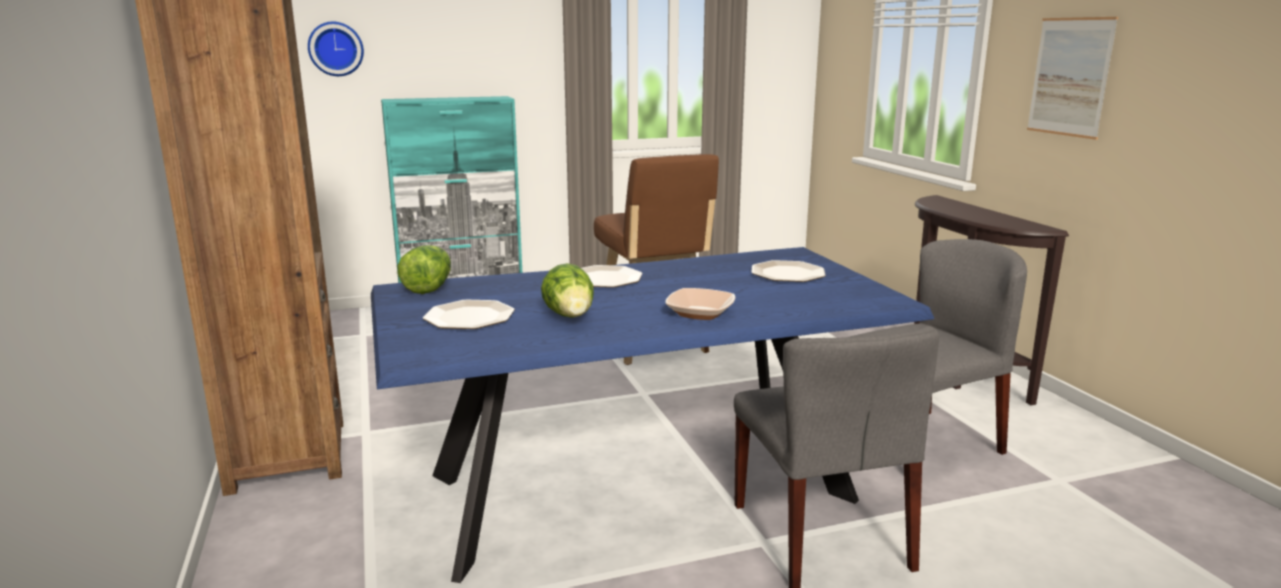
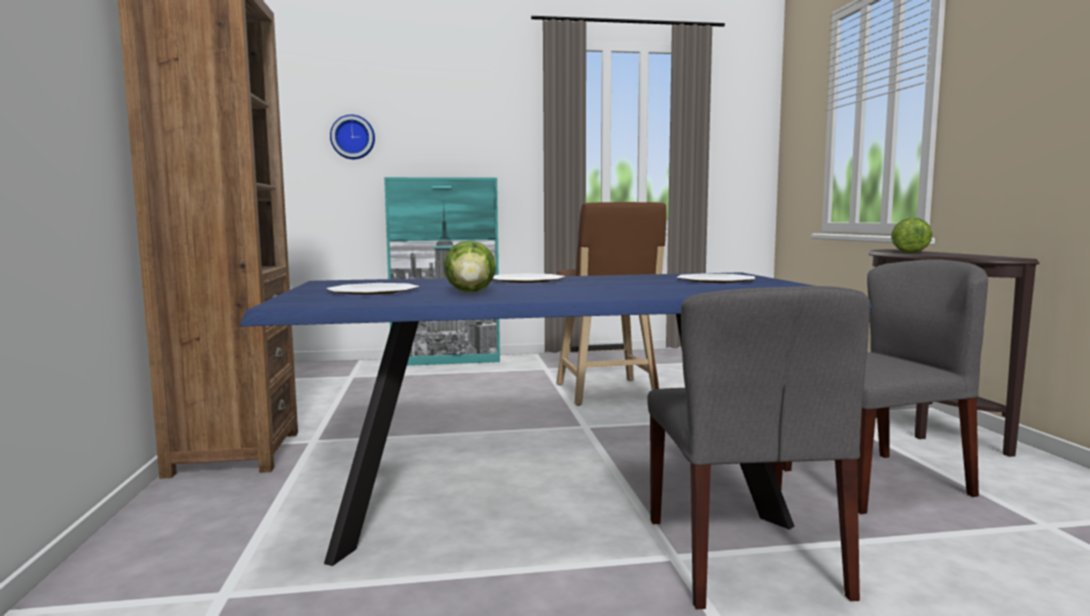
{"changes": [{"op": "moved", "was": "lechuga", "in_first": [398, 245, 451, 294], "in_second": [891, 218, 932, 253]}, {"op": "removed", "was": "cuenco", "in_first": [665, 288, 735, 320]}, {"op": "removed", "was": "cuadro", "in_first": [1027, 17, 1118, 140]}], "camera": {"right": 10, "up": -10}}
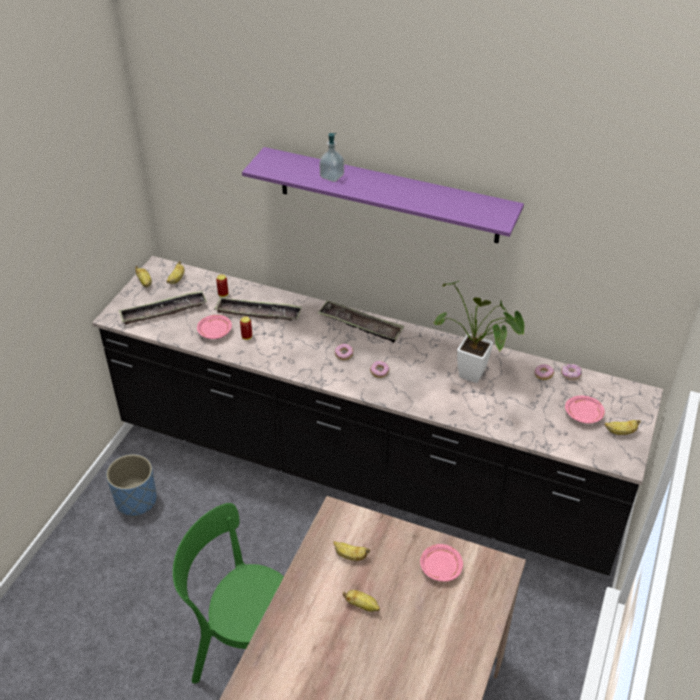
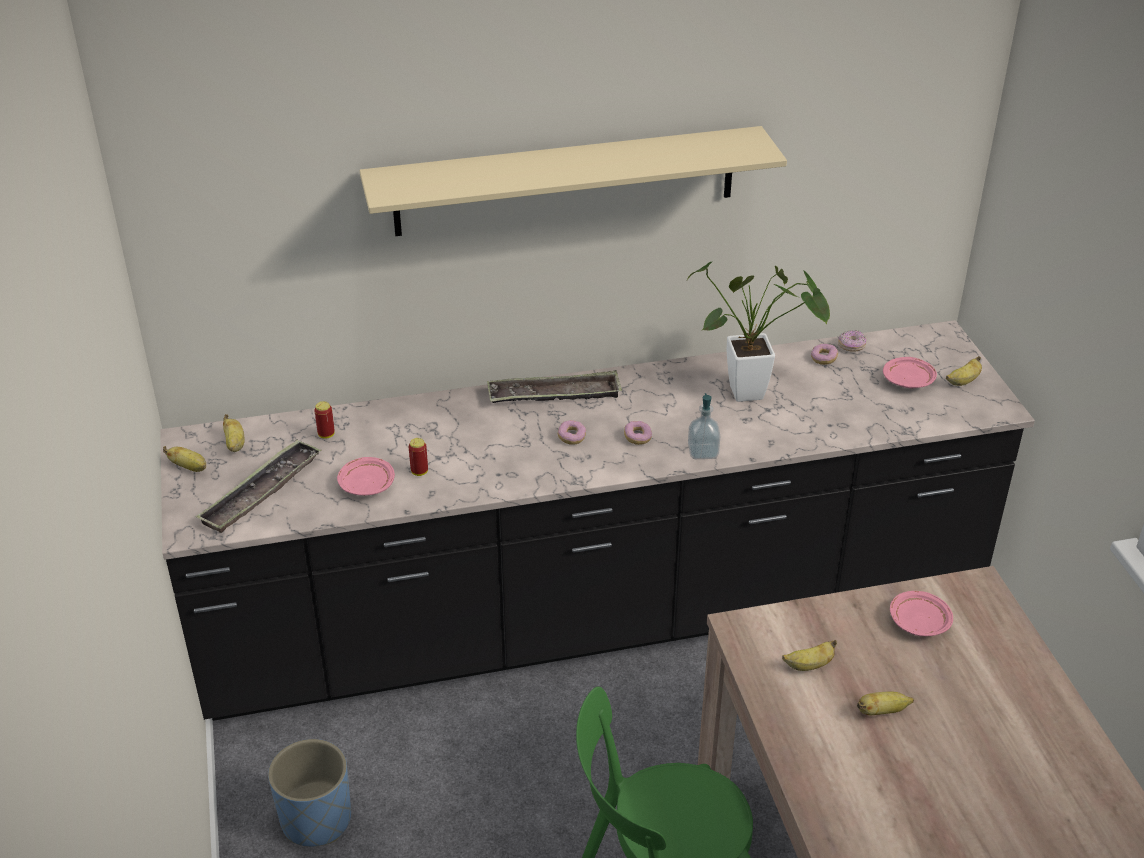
{"changes": [{"op": "recoloured", "was": "estante [morado]", "now": "estante [beis]", "in_first": [242, 147, 524, 243], "in_second": [360, 126, 787, 236]}, {"op": "moved", "was": "dispensador de jabón", "in_first": [319, 133, 344, 182], "in_second": [688, 393, 720, 459]}, {"op": "removed", "was": "bandeja", "in_first": [214, 297, 302, 320]}], "camera": {"right": -35, "up": -5}}
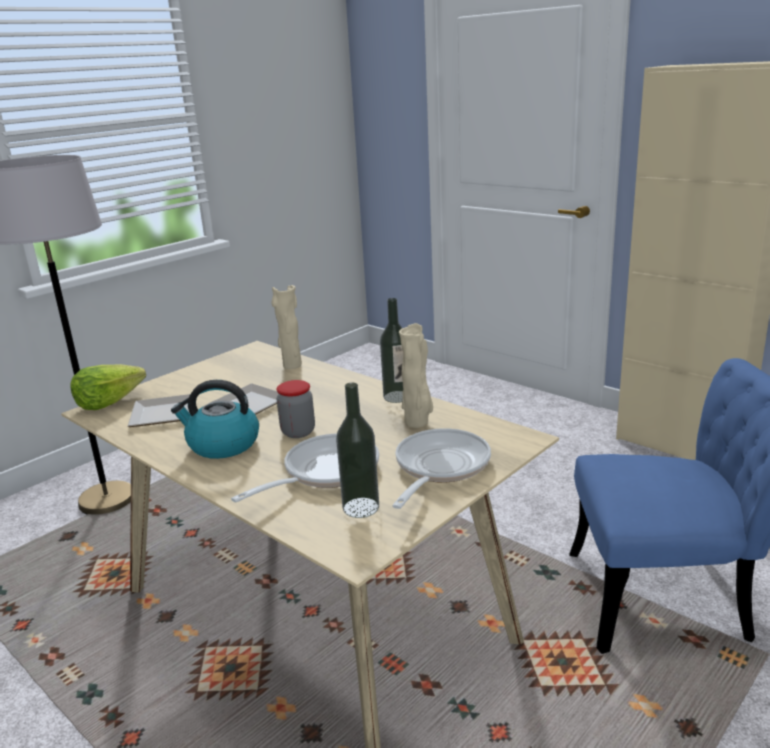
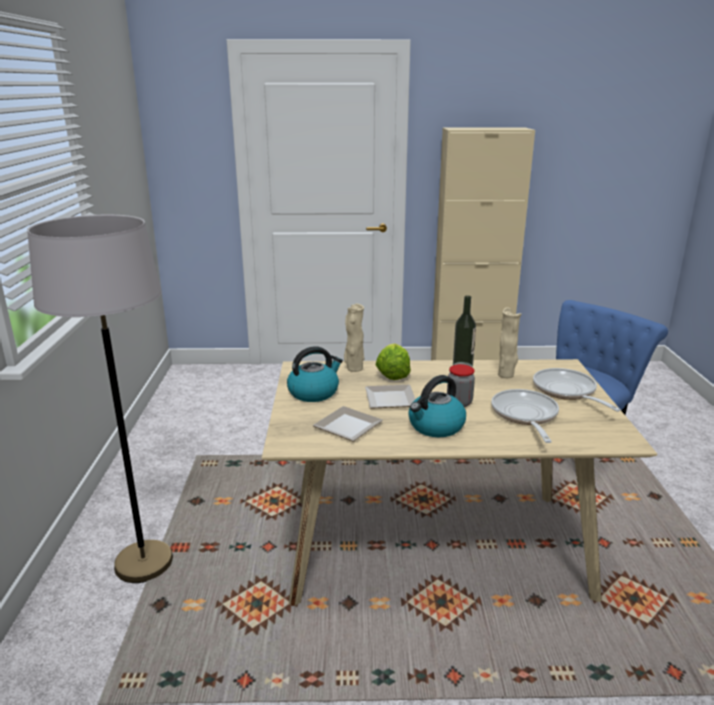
{"changes": [{"op": "added", "now": "hervidor", "in_second": [287, 346, 343, 402]}, {"op": "moved", "was": "lechuga", "in_first": [70, 364, 146, 410], "in_second": [376, 344, 411, 380]}, {"op": "removed", "was": "botella", "in_first": [336, 382, 379, 518]}], "camera": {"right": -45, "up": 0}}
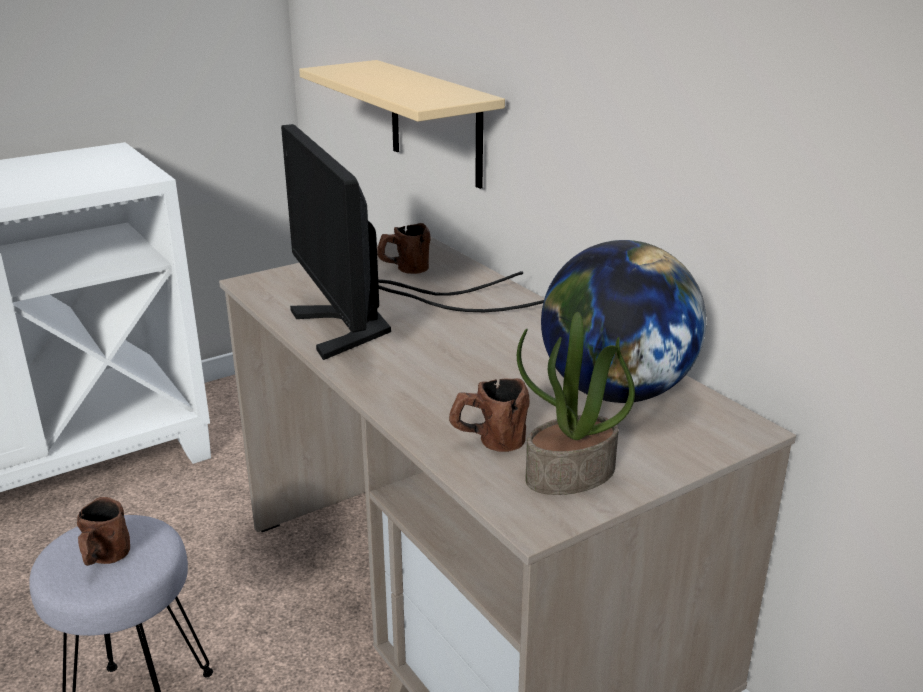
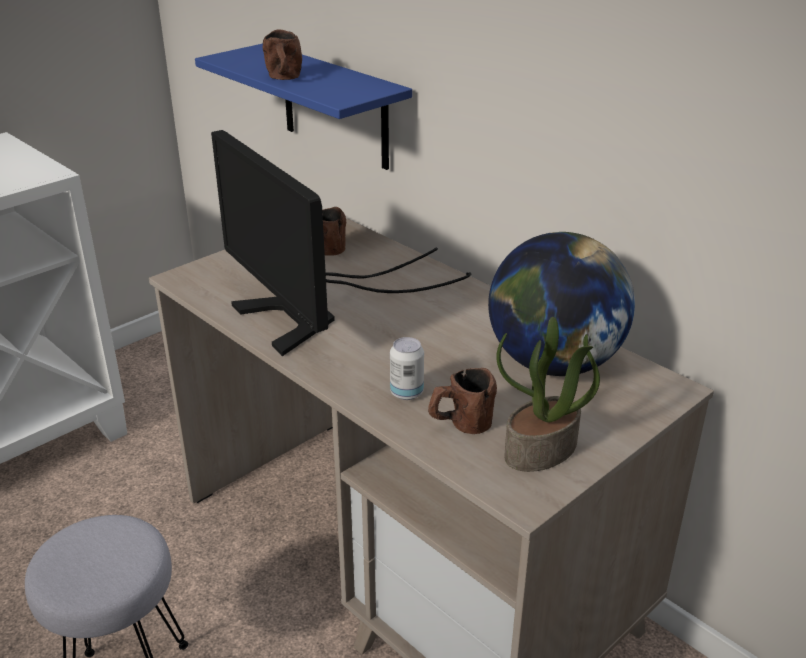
{"changes": [{"op": "recoloured", "was": "estante [beis]", "now": "estante [azul]", "in_first": [299, 60, 505, 189], "in_second": [195, 44, 412, 170]}, {"op": "moved", "was": "taza grande [marrón]", "in_first": [77, 497, 130, 566], "in_second": [263, 30, 302, 80]}, {"op": "added", "now": "lata", "in_second": [390, 337, 424, 400]}], "camera": {"right": -10, "up": 5}}
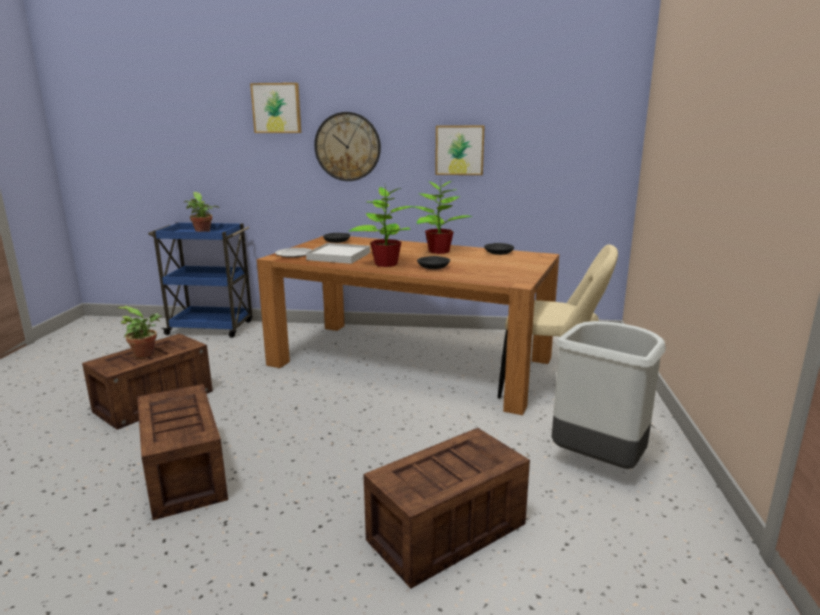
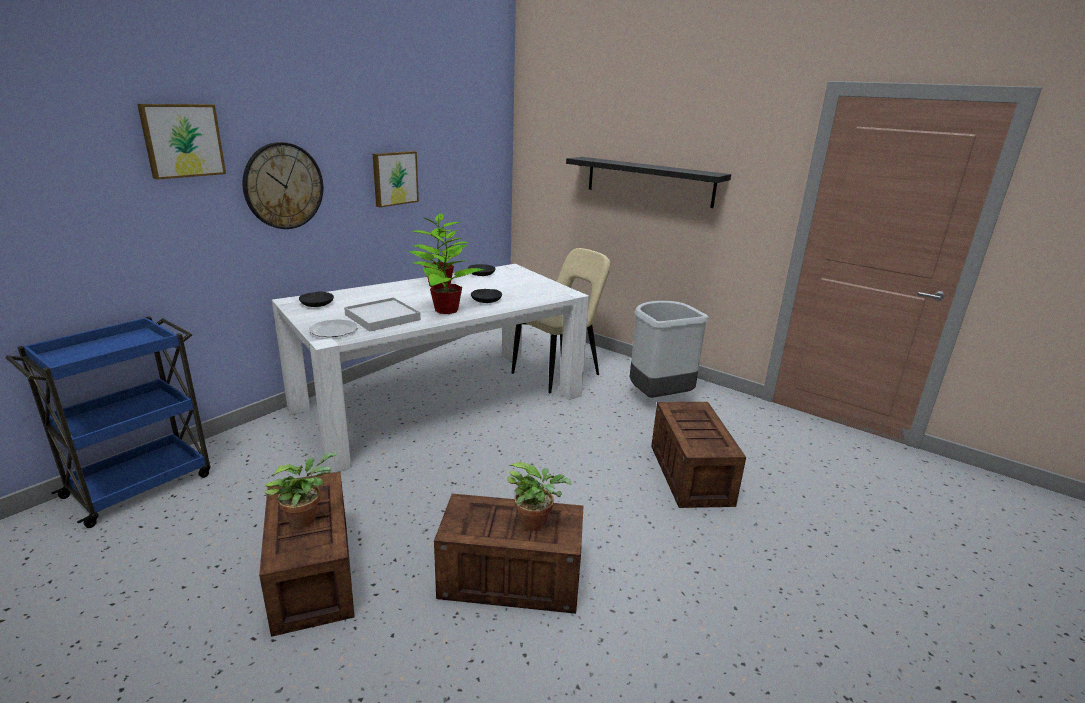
{"changes": [{"op": "recoloured", "was": "mesa de comedor [marrón]", "now": "mesa de comedor [blanco]", "in_first": [257, 236, 559, 415], "in_second": [272, 264, 589, 473]}, {"op": "moved", "was": "planta en maceta", "in_first": [184, 192, 219, 232], "in_second": [507, 462, 572, 531]}, {"op": "added", "now": "estante [negro]", "in_second": [566, 157, 731, 208]}], "camera": {"right": -60, "up": 5}}
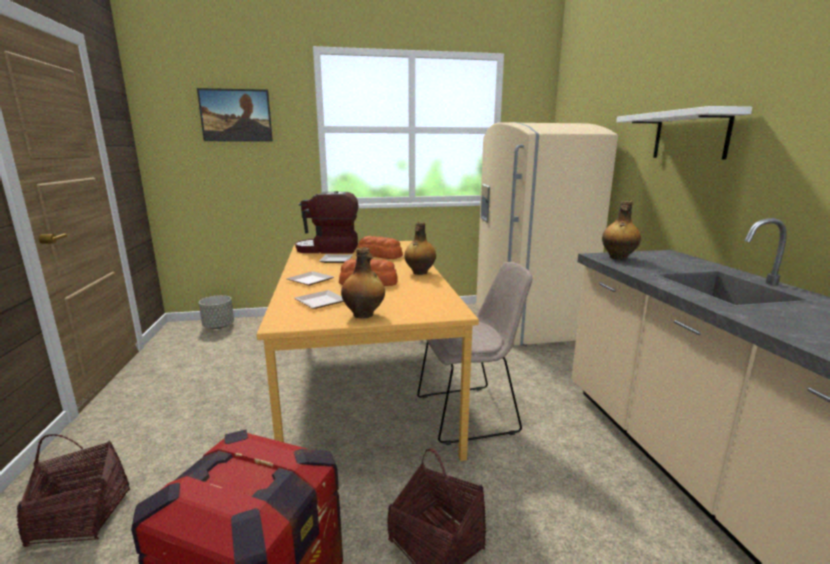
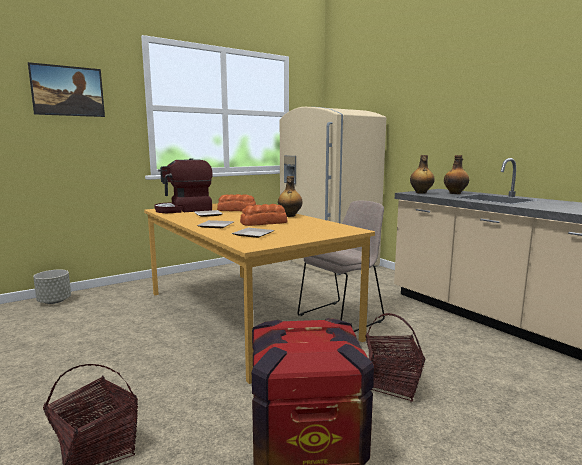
{"changes": [{"op": "moved", "was": "botella", "in_first": [341, 247, 385, 318], "in_second": [444, 155, 469, 194]}, {"op": "removed", "was": "estante [blanco]", "in_first": [616, 106, 752, 159]}], "camera": {"right": -25, "up": -5}}
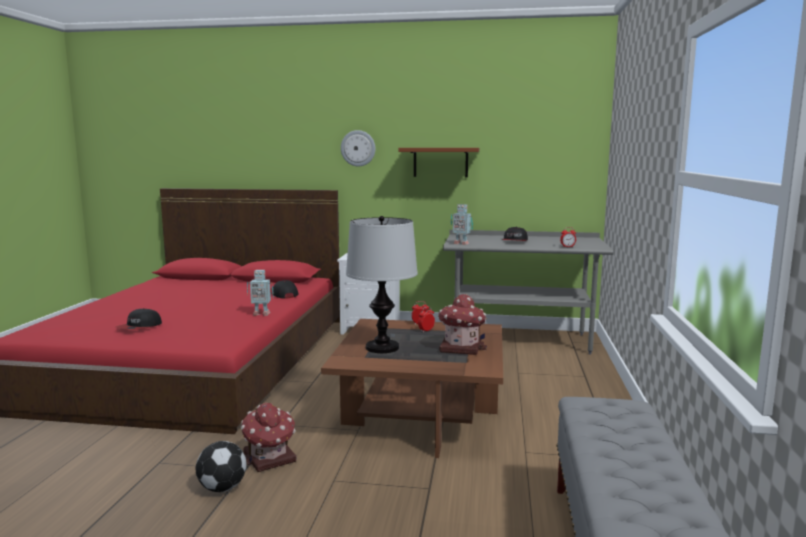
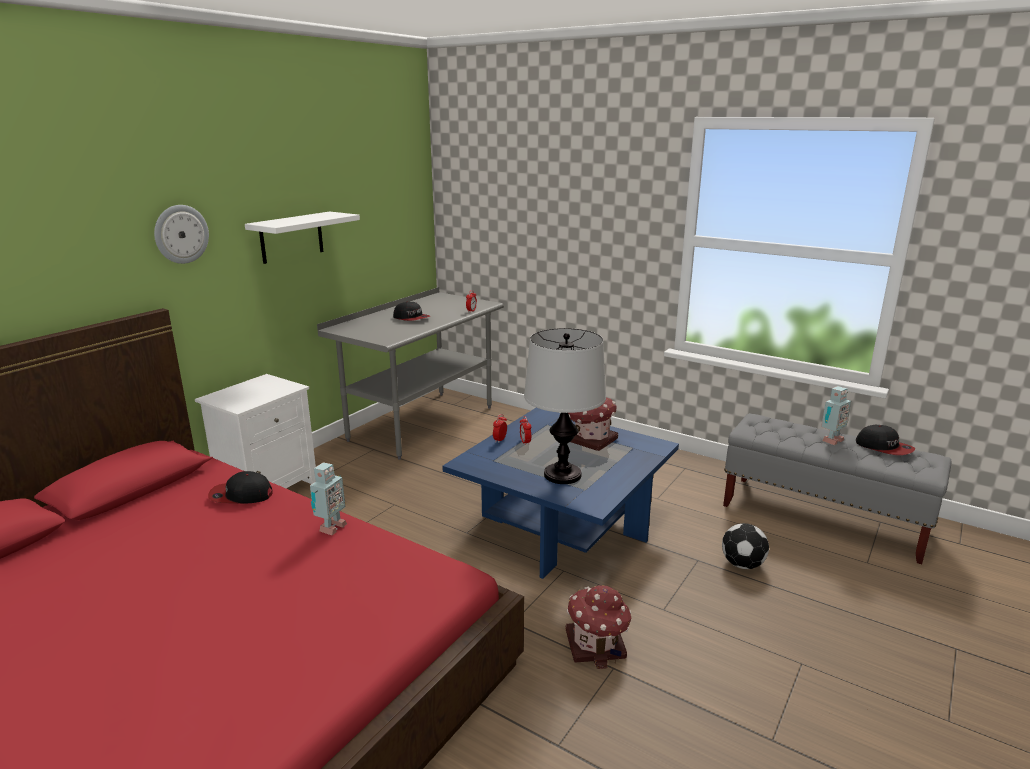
{"changes": [{"op": "recoloured", "was": "estante [marrón]", "now": "estante [blanco]", "in_first": [398, 148, 479, 177], "in_second": [245, 212, 360, 264]}, {"op": "recoloured", "was": "mesa de centro [marrón]", "now": "mesa de centro [azul]", "in_first": [321, 319, 503, 458], "in_second": [442, 408, 679, 579]}, {"op": "moved", "was": "balón de fútbol", "in_first": [196, 441, 247, 492], "in_second": [722, 523, 769, 569]}, {"op": "moved", "was": "robot de juguete", "in_first": [451, 204, 473, 245], "in_second": [821, 386, 851, 445]}, {"op": "moved", "was": "gorra", "in_first": [116, 308, 162, 330], "in_second": [856, 425, 916, 455]}], "camera": {"right": -65, "up": 10}}
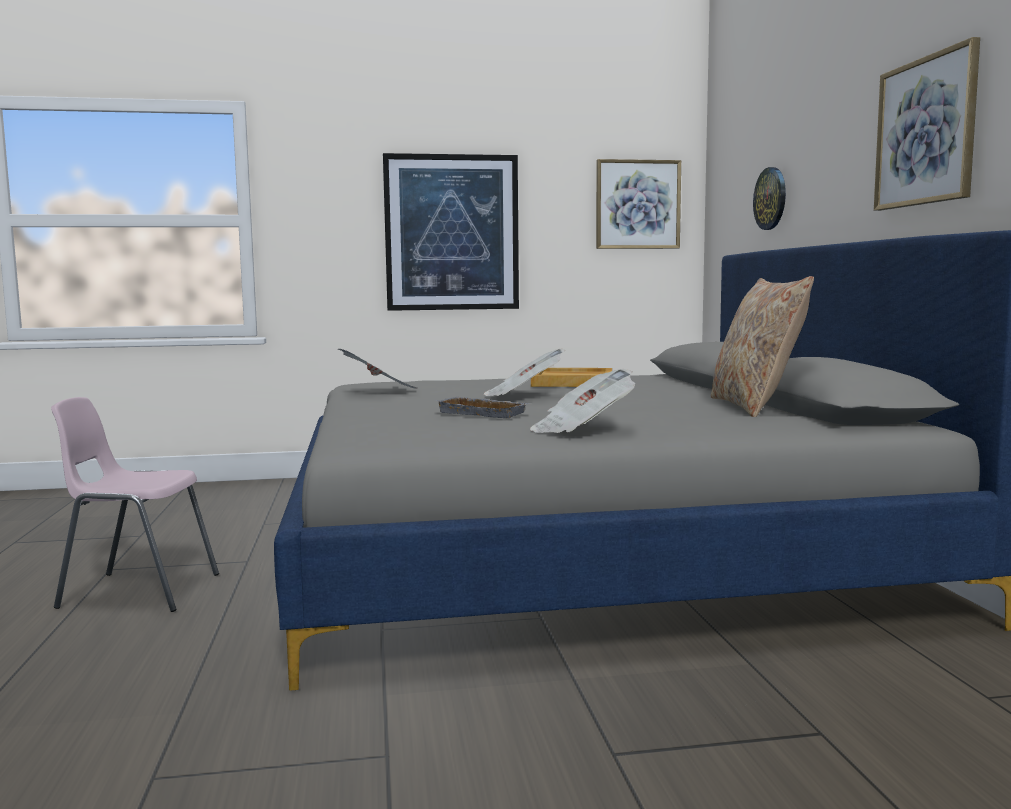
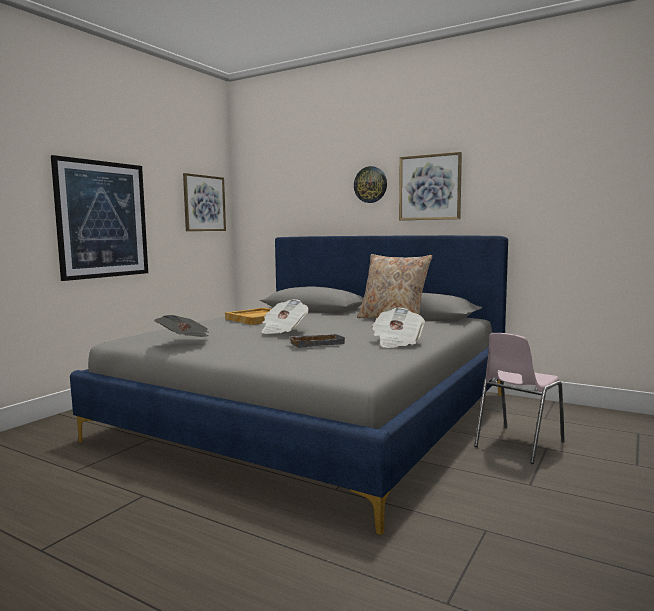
{"changes": [{"op": "moved", "was": "reloj de pared", "in_first": [753, 167, 786, 230], "in_second": [354, 166, 387, 203]}, {"op": "moved", "was": "silla [rosa]", "in_first": [51, 397, 219, 612], "in_second": [474, 333, 565, 464]}], "camera": {"right": -50, "up": 0}}
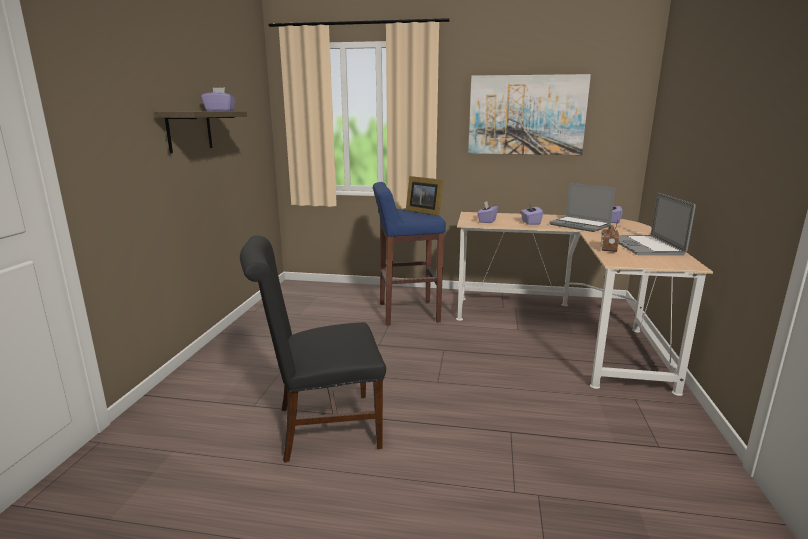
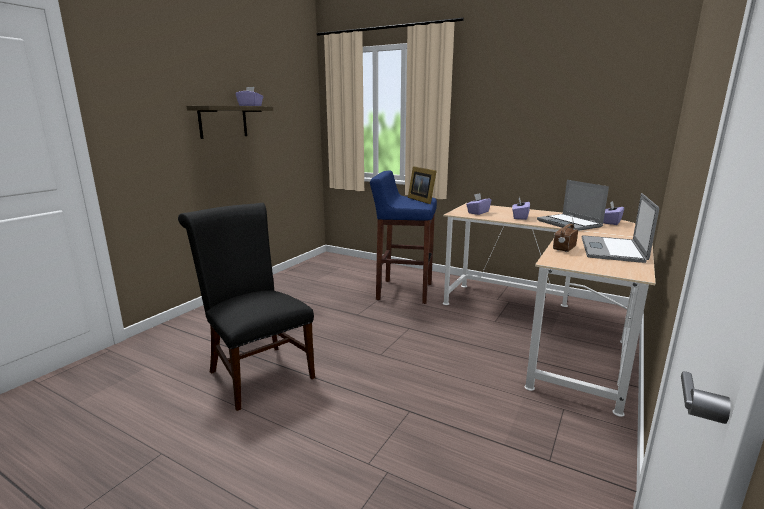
{"changes": [{"op": "turned", "was": "silla [negro]", "in_first": [240, 235, 386, 463], "in_second": [178, 203, 315, 411], "clockwise": 45}, {"op": "removed", "was": "cuadro", "in_first": [468, 74, 591, 155]}], "camera": {"right": 20, "up": 0}}
